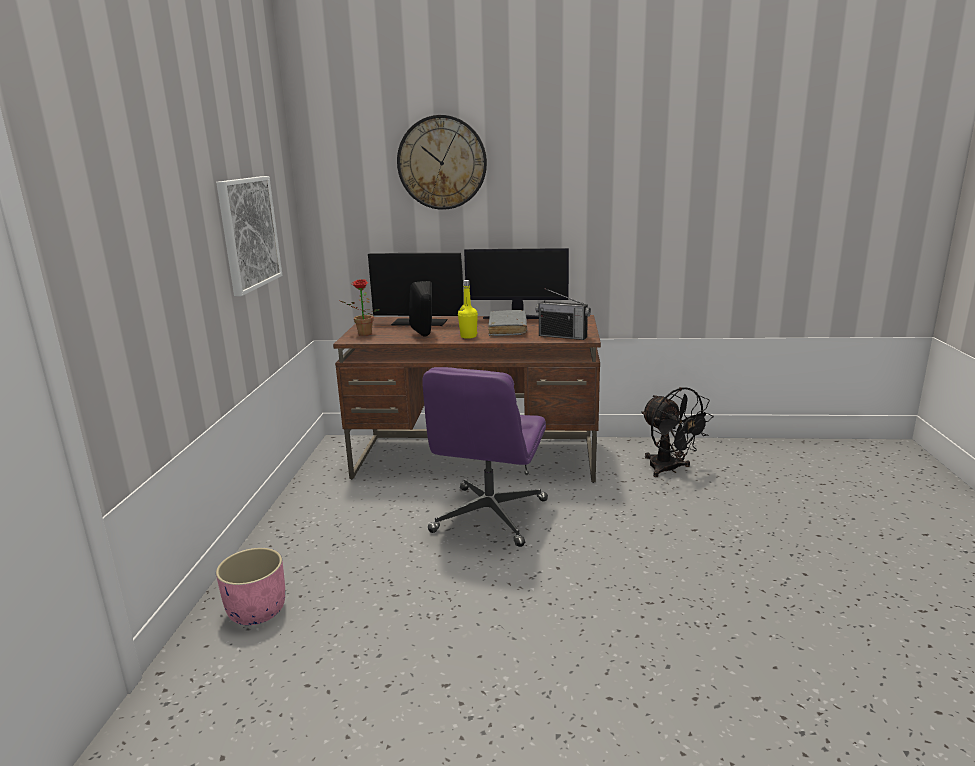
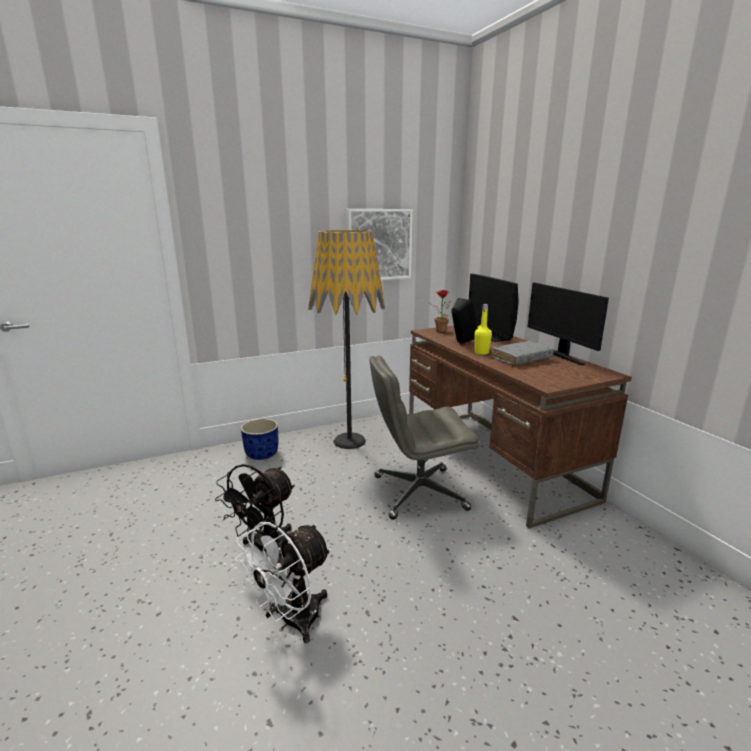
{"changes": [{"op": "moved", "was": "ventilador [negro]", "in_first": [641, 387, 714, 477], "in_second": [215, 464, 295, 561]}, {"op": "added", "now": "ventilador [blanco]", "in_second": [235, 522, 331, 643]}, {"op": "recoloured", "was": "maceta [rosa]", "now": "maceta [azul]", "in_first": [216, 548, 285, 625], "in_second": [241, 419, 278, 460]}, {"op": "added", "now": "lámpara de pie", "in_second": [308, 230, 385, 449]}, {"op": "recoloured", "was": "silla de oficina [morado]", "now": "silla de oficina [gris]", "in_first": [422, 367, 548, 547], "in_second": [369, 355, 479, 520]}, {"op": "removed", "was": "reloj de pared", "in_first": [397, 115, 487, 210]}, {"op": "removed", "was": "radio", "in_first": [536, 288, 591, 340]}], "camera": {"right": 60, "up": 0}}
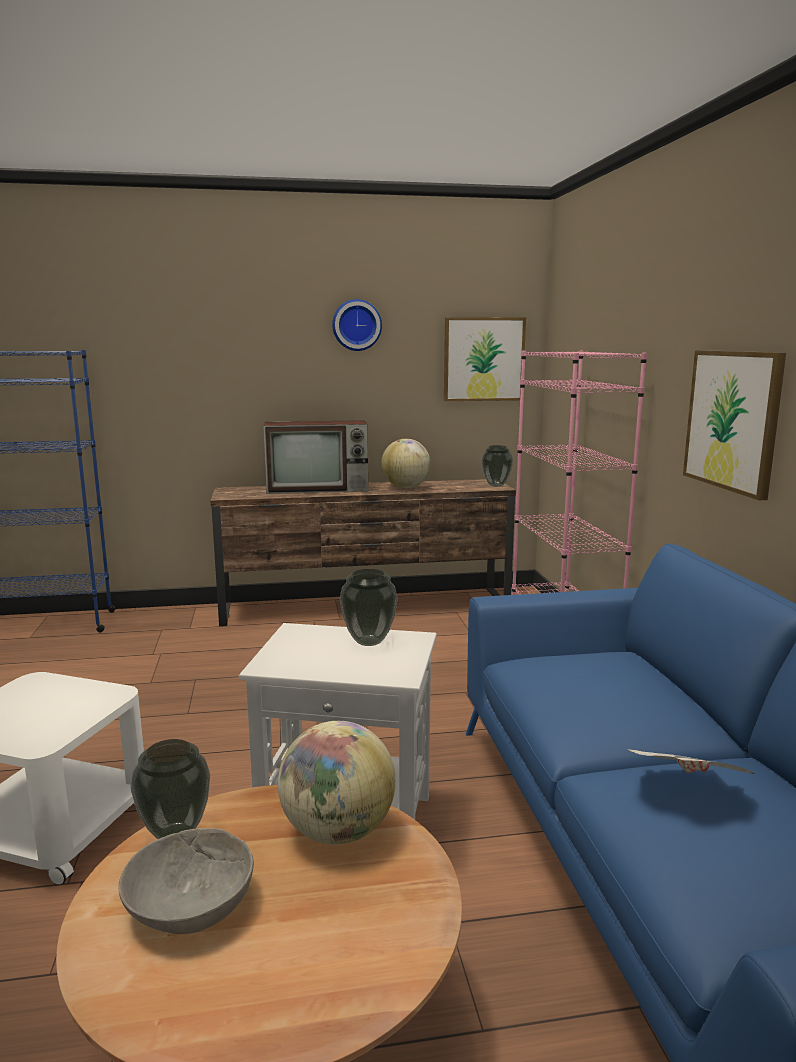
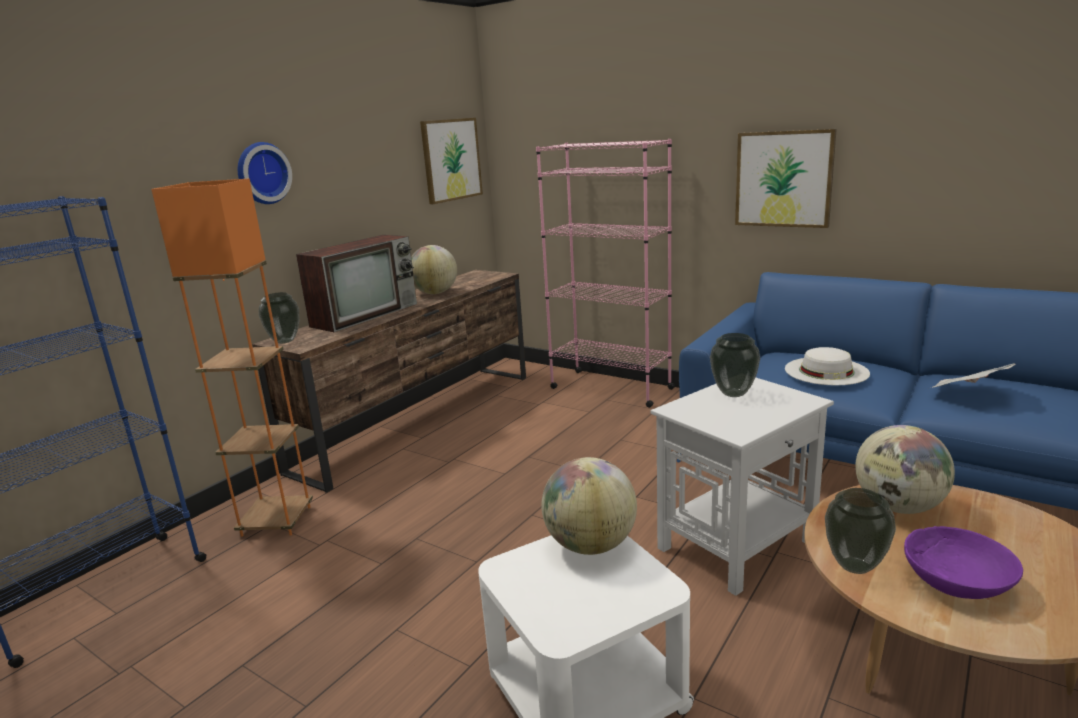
{"changes": [{"op": "added", "now": "lámpara de pie [naranja]", "in_second": [151, 178, 313, 537]}, {"op": "moved", "was": "reloj de pared", "in_first": [332, 299, 382, 351], "in_second": [238, 142, 292, 204]}, {"op": "moved", "was": "florero", "in_first": [482, 445, 513, 487], "in_second": [259, 292, 299, 344]}, {"op": "added", "now": "globo terráqueo", "in_second": [541, 457, 637, 555]}, {"op": "added", "now": "sombrero [blanco]", "in_second": [785, 347, 870, 385]}, {"op": "recoloured", "was": "cuenco [gris]", "now": "cuenco [morado]", "in_first": [118, 828, 254, 934], "in_second": [904, 526, 1023, 599]}], "camera": {"right": -45, "up": 5}}
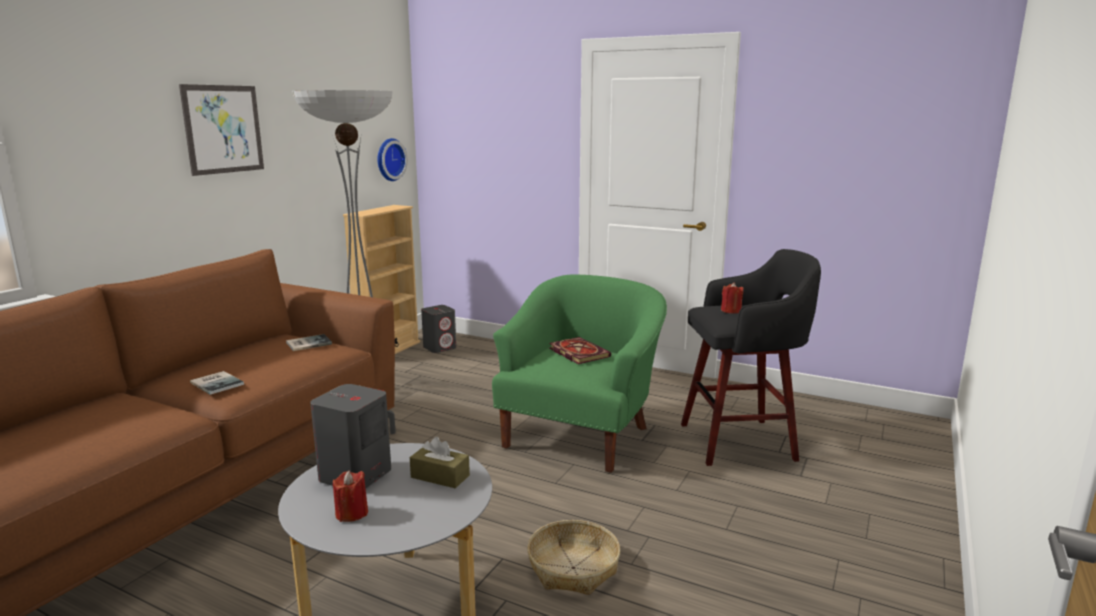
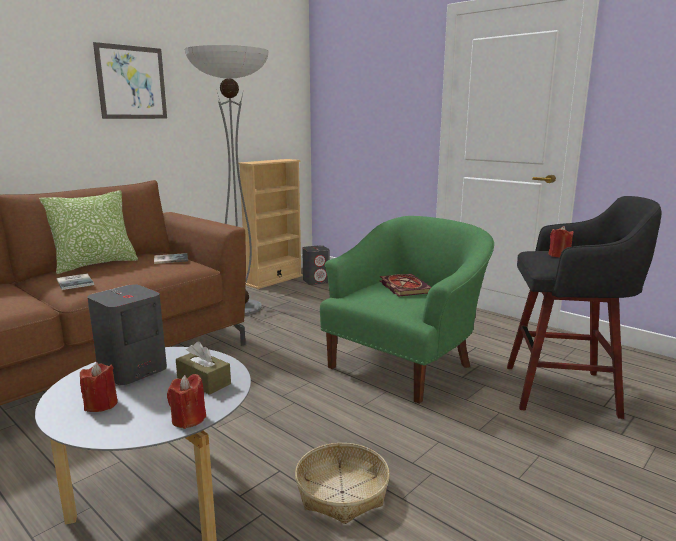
{"changes": [{"op": "added", "now": "cojín", "in_second": [39, 190, 138, 274]}, {"op": "added", "now": "vela [rojo]", "in_second": [167, 374, 206, 429]}, {"op": "removed", "was": "reloj de pared", "in_first": [378, 138, 408, 181]}], "camera": {"right": 15, "up": 0}}
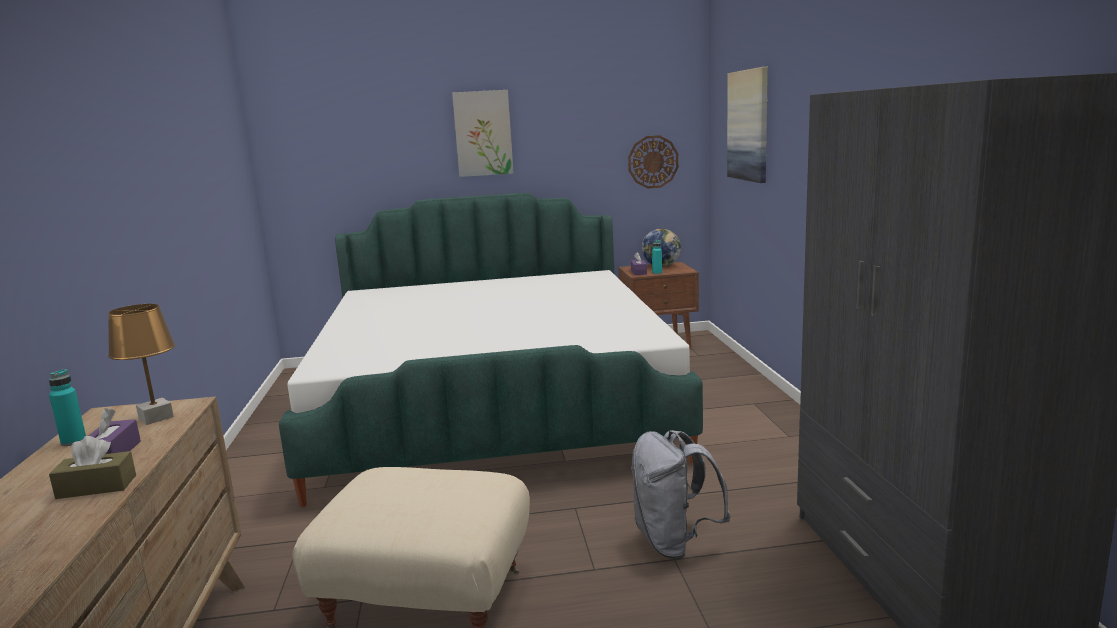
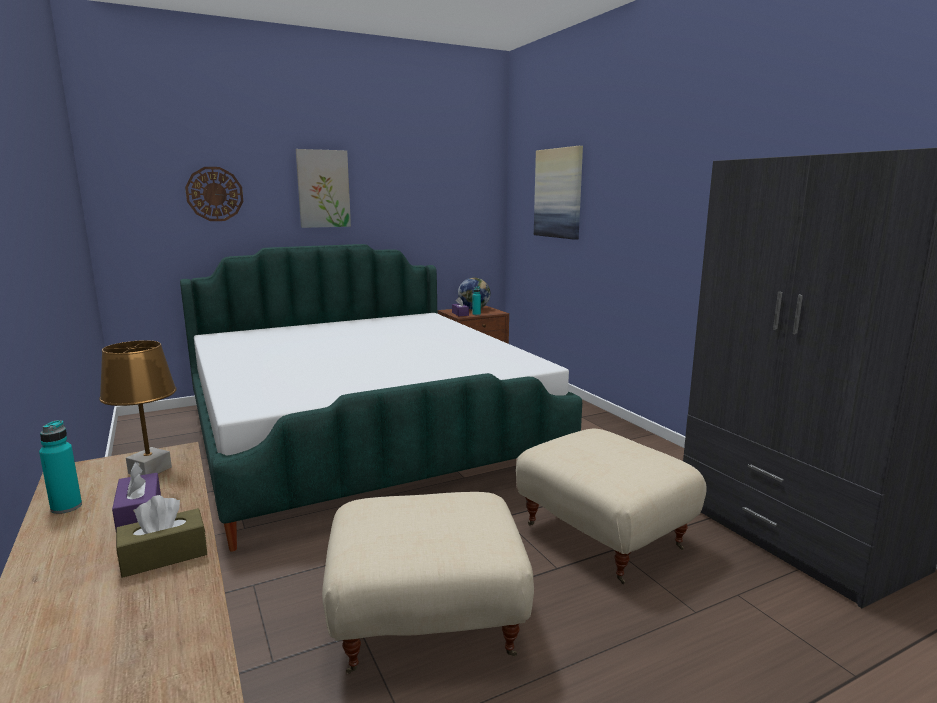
{"changes": [{"op": "moved", "was": "reloj de pared", "in_first": [628, 135, 679, 189], "in_second": [185, 167, 243, 221]}, {"op": "replaced", "was": "mochila [gris]", "now": "puf [beis]", "in_first": [631, 430, 731, 559], "in_second": [516, 429, 707, 584]}], "camera": {"right": -20, "up": 0}}
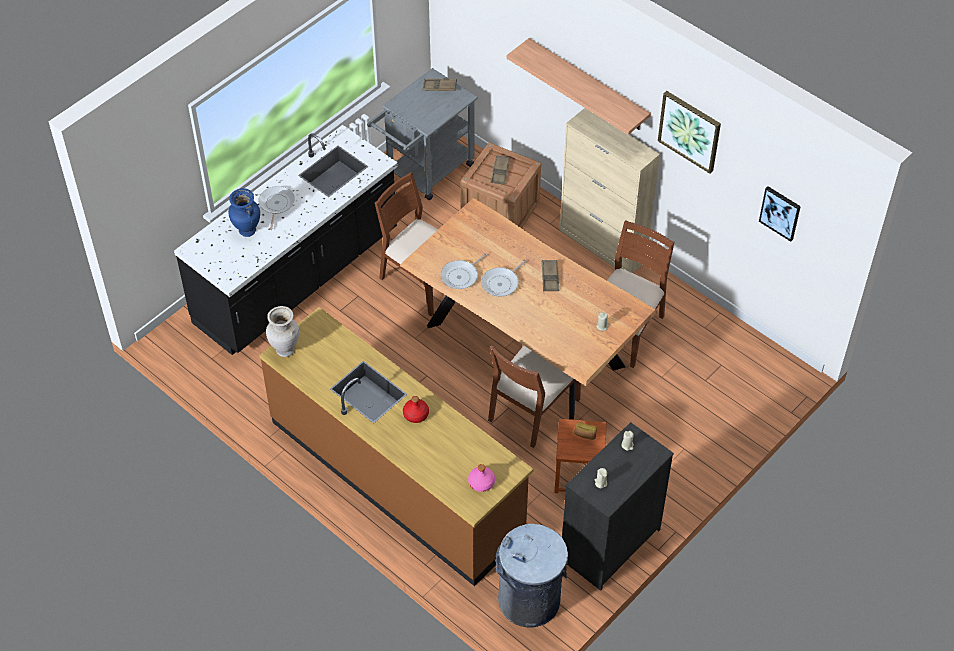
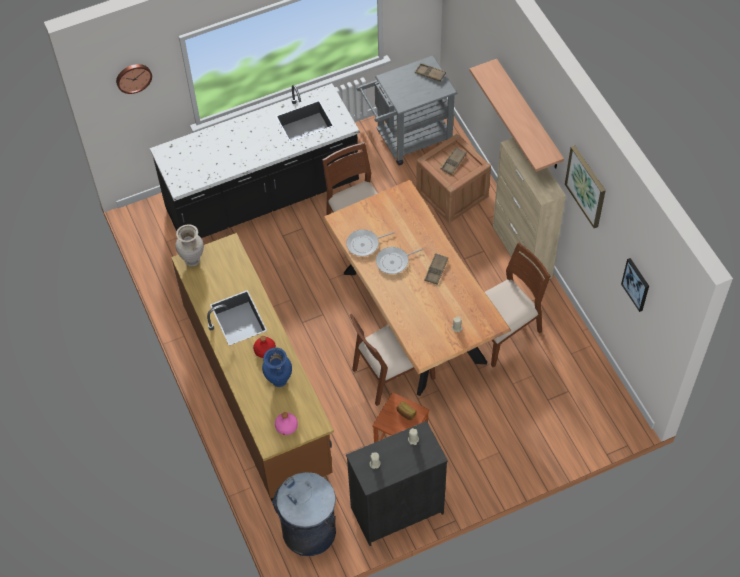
{"changes": [{"op": "added", "now": "reloj de pared", "in_second": [116, 64, 152, 94]}, {"op": "moved", "was": "florero [azul]", "in_first": [228, 188, 260, 237], "in_second": [262, 347, 292, 387]}, {"op": "removed", "was": "sartén", "in_first": [258, 186, 295, 230]}], "camera": {"right": 25, "up": 5}}
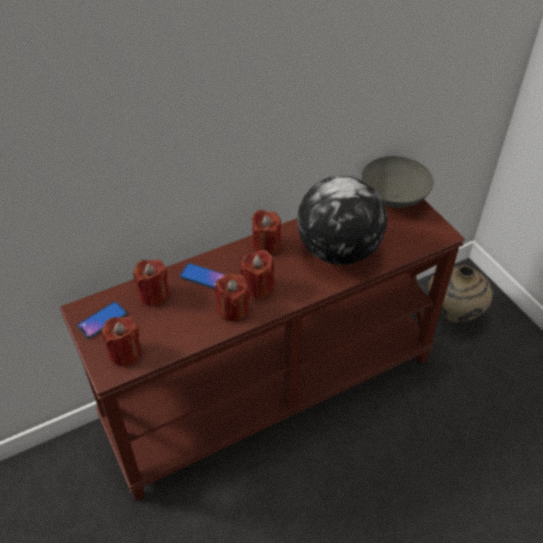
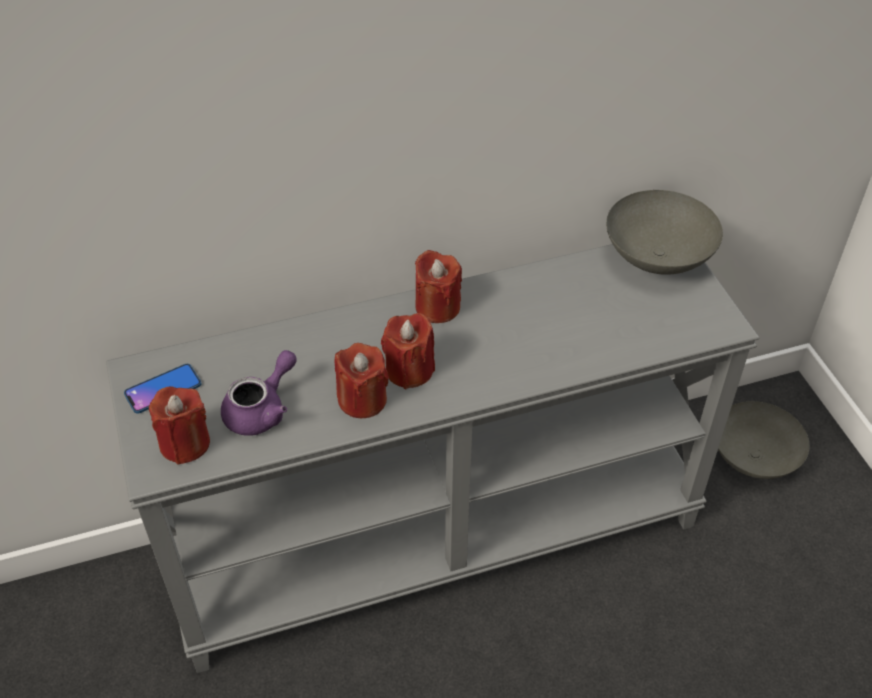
{"changes": [{"op": "recoloured", "was": "mesa consola [marrón]", "now": "mesa consola [gris]", "in_first": [60, 199, 465, 501], "in_second": [106, 244, 760, 673]}, {"op": "added", "now": "tetera [morado]", "in_second": [221, 350, 297, 436]}, {"op": "replaced", "was": "florero [beis]", "now": "cuenco [gris]", "in_first": [428, 265, 493, 322], "in_second": [718, 401, 810, 479]}, {"op": "removed", "was": "vela [rojo]", "in_first": [133, 260, 169, 307]}, {"op": "removed", "was": "móvil", "in_first": [180, 263, 225, 289]}, {"op": "removed", "was": "globo terráqueo", "in_first": [297, 175, 387, 265]}], "camera": {"right": 10, "up": 0}}
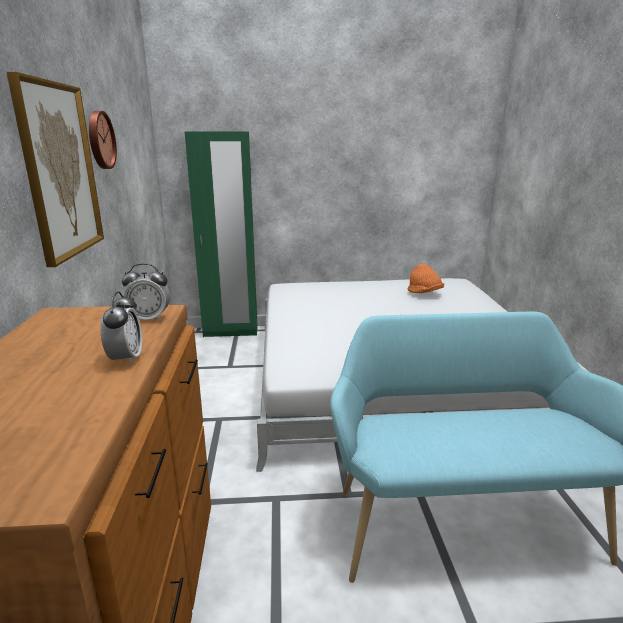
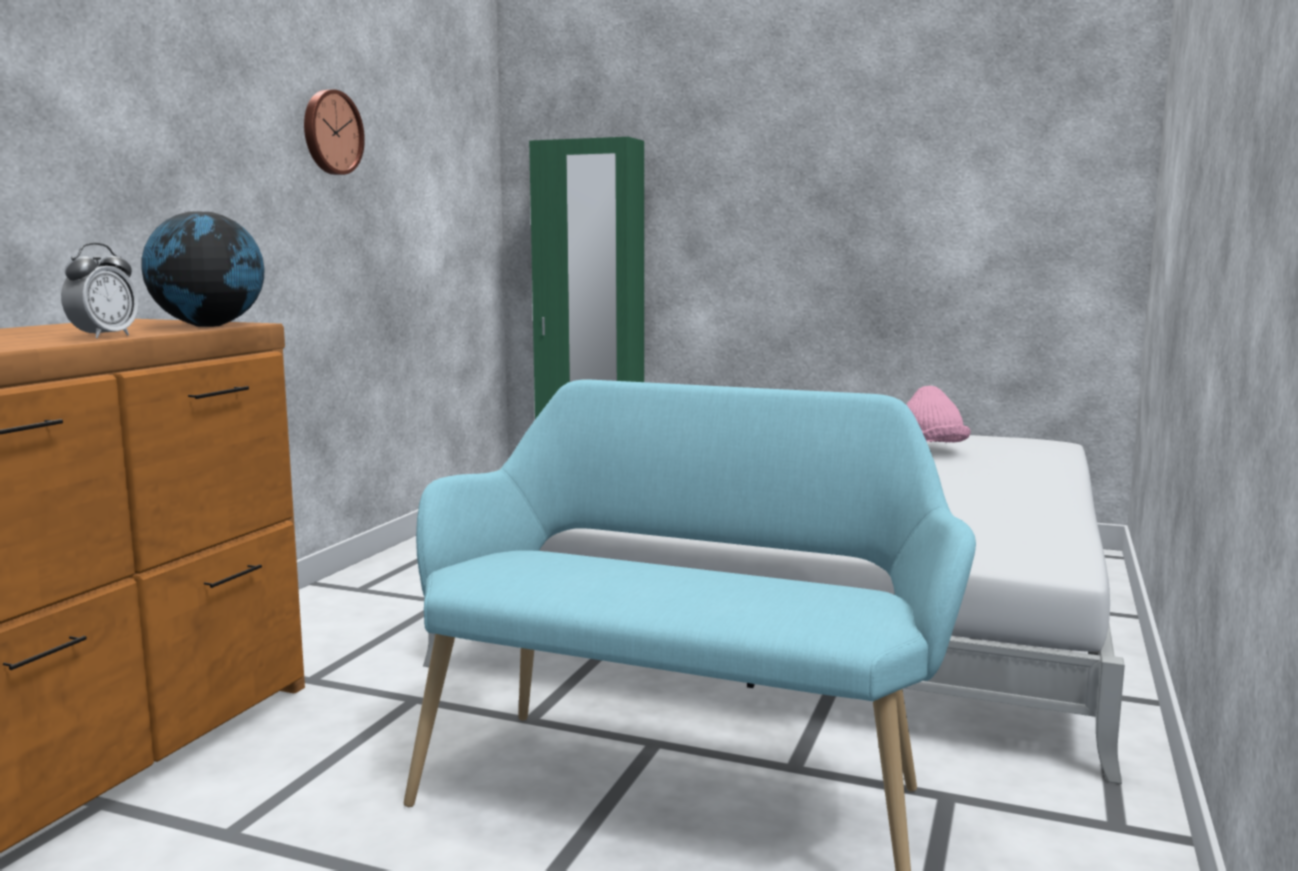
{"changes": [{"op": "replaced", "was": "despertador", "now": "globo terráqueo", "in_first": [122, 263, 170, 321], "in_second": [141, 212, 265, 327]}, {"op": "recoloured", "was": "sombrero [naranja]", "now": "sombrero [rosa]", "in_first": [408, 264, 444, 293], "in_second": [907, 386, 971, 443]}, {"op": "removed", "was": "cuadro", "in_first": [6, 72, 104, 267]}], "camera": {"right": 25, "up": -10}}
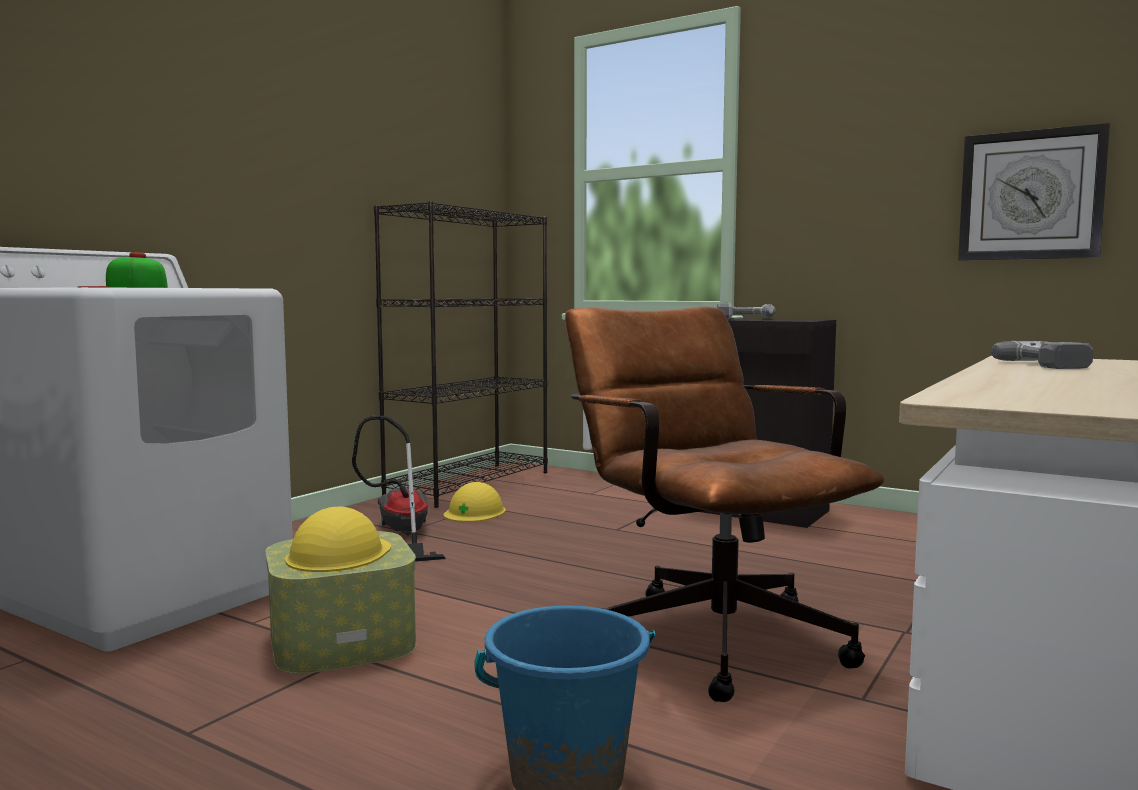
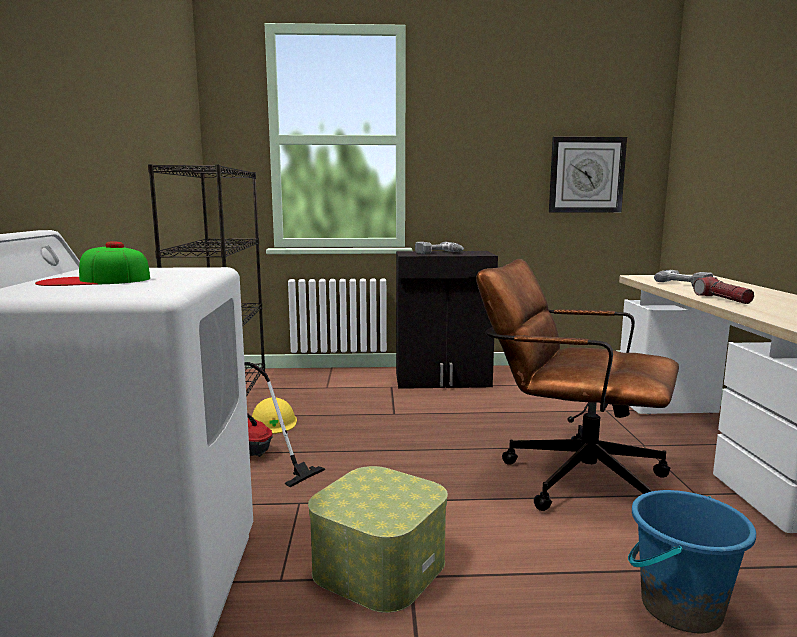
{"changes": [{"op": "added", "now": "linterna", "in_second": [693, 277, 754, 304]}, {"op": "removed", "was": "casco [amarillo]", "in_first": [285, 507, 391, 572]}], "camera": {"right": -35, "up": 5}}
